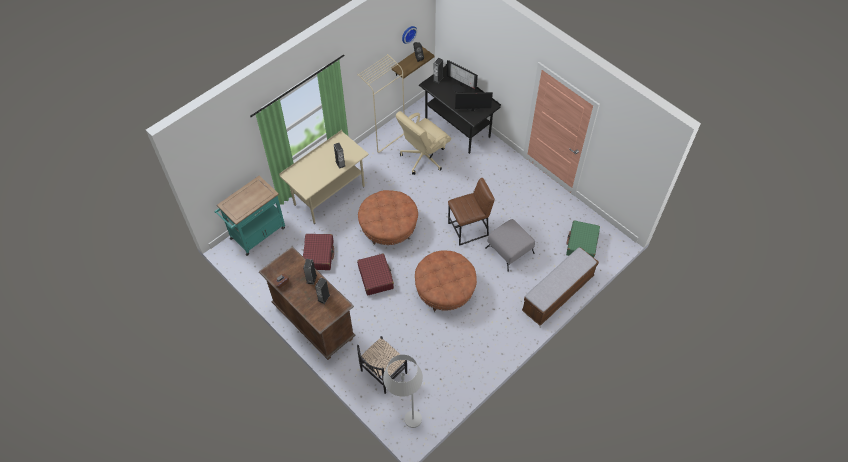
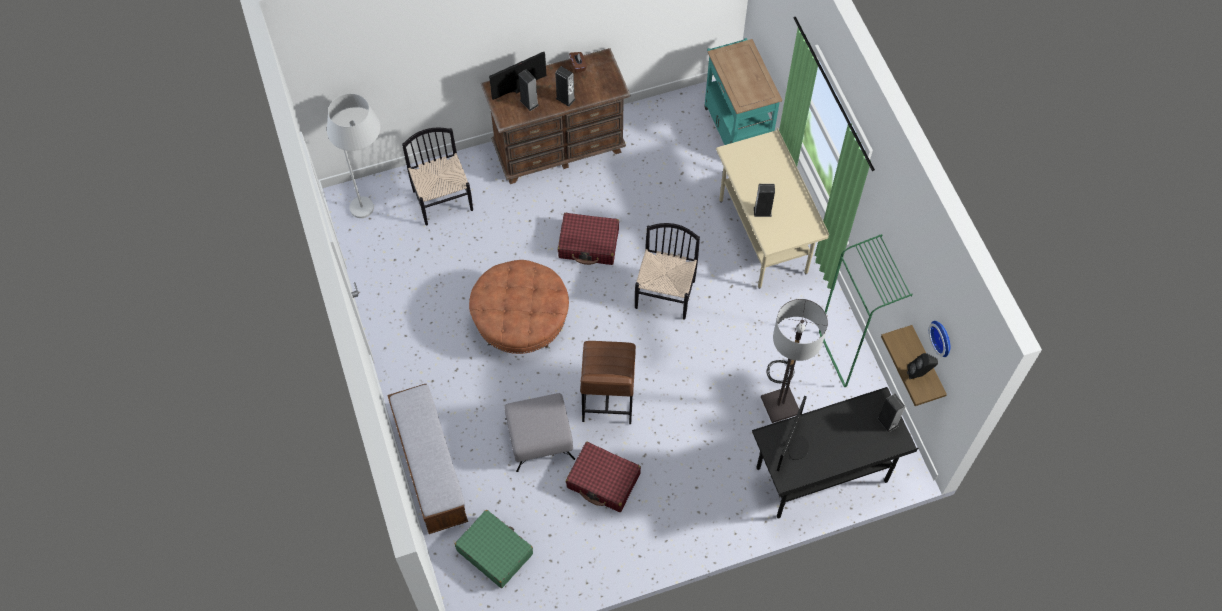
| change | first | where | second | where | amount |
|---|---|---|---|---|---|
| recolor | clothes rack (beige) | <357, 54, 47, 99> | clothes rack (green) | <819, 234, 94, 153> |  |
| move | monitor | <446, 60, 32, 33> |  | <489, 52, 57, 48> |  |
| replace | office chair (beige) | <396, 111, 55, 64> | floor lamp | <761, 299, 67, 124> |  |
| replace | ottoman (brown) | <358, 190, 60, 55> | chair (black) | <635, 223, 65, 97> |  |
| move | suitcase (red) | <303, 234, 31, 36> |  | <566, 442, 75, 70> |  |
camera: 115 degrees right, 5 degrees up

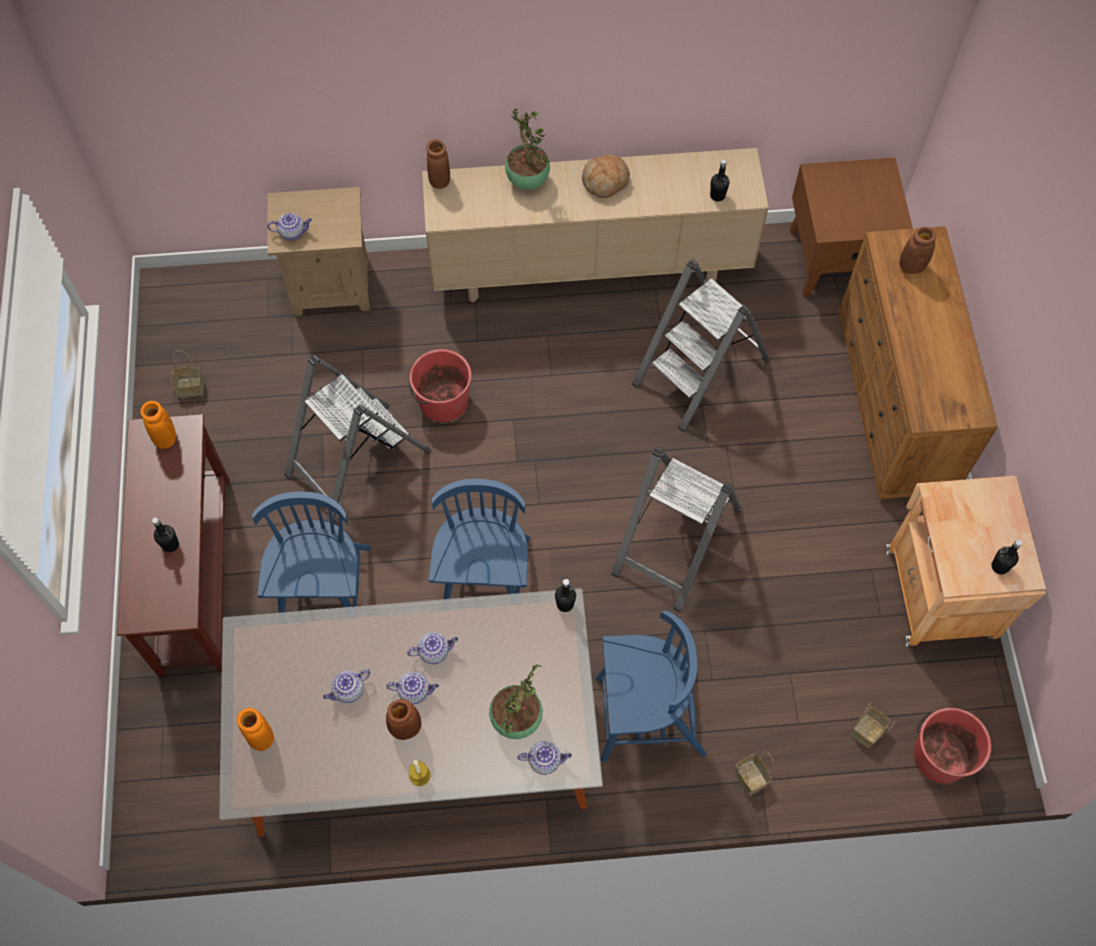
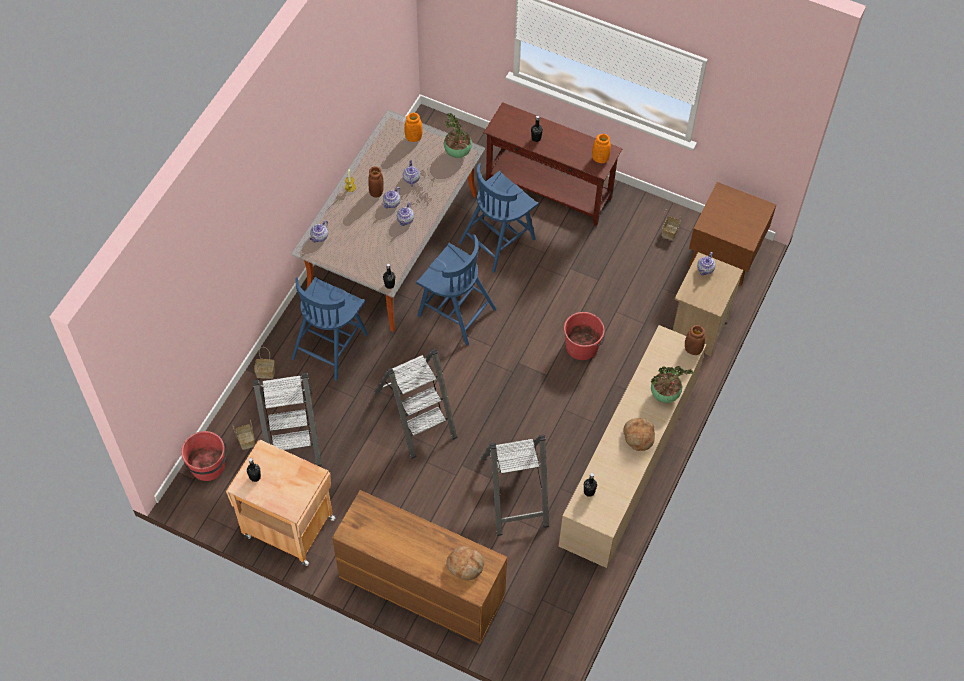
| change | first | where | second | where | amount |
|---|---|---|---|---|---|
| move | nightstand (brown) | <790, 158, 123, 139> |  | <689, 182, 87, 104> |  |
| replace | vase (brown) | <899, 227, 37, 47> | bread | <447, 546, 37, 35> |  |
| move | step ladder (grey) | <284, 355, 147, 168> |  | <253, 373, 69, 93> |  |
| rotate | chair (blue) | <252, 492, 120, 121> |  | <459, 163, 79, 110> | 105 degrees clockwise |
| move | potted plant | <489, 663, 54, 76> |  | <444, 113, 28, 45> |  |
camera: 120 degrees right, 5 degrees down

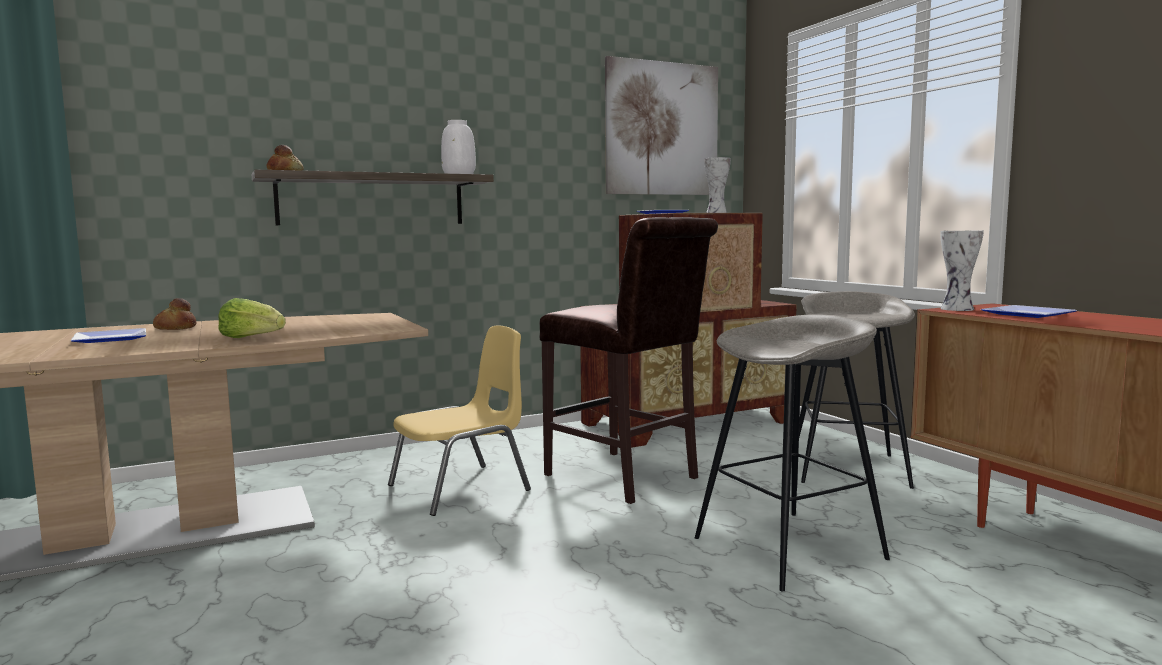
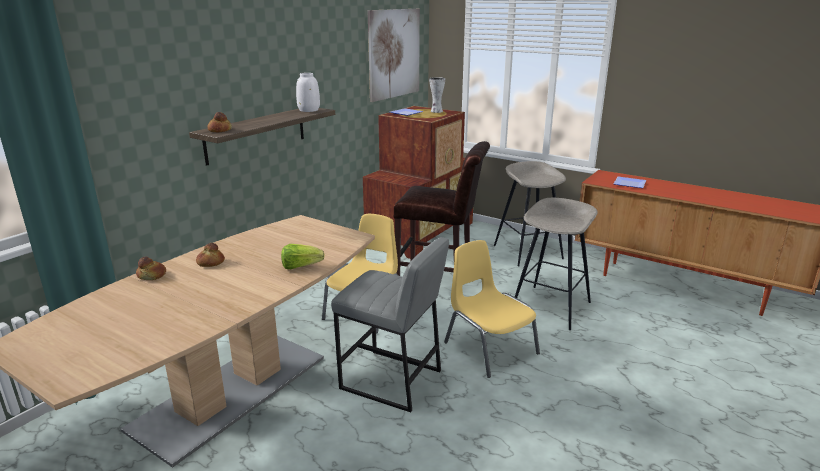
| change | first | where | second | where | amount |
|---|---|---|---|---|---|
| delete | vase | <940, 231, 44, 80> |  |  |  |
| delete | plate | <70, 328, 76, 15> |  |  |  |
| insert |  |  | chair (grey) | <331, 237, 118, 175> |  |
| insert |  |  | chair (yellow) | <444, 240, 96, 138> |  |
| insert |  |  | bread | <136, 257, 30, 23> |  |
camera: 30 degrees left, 15 degrees up

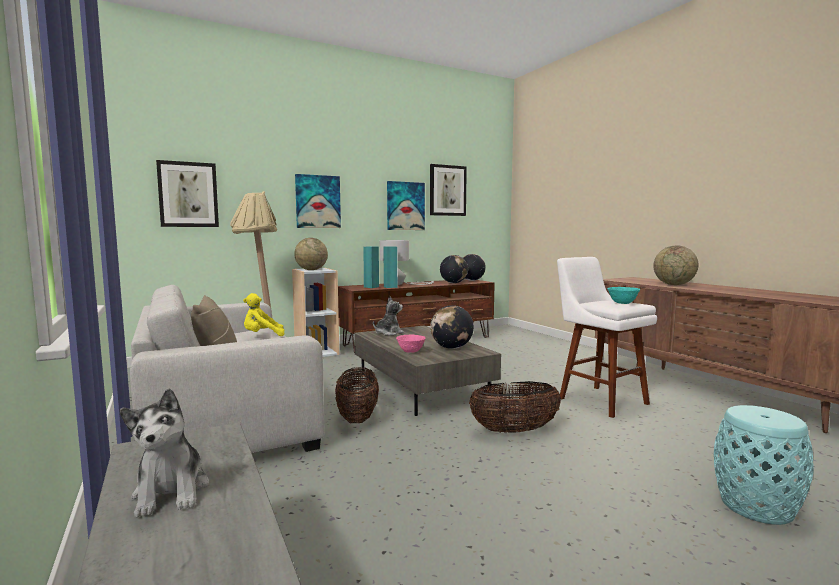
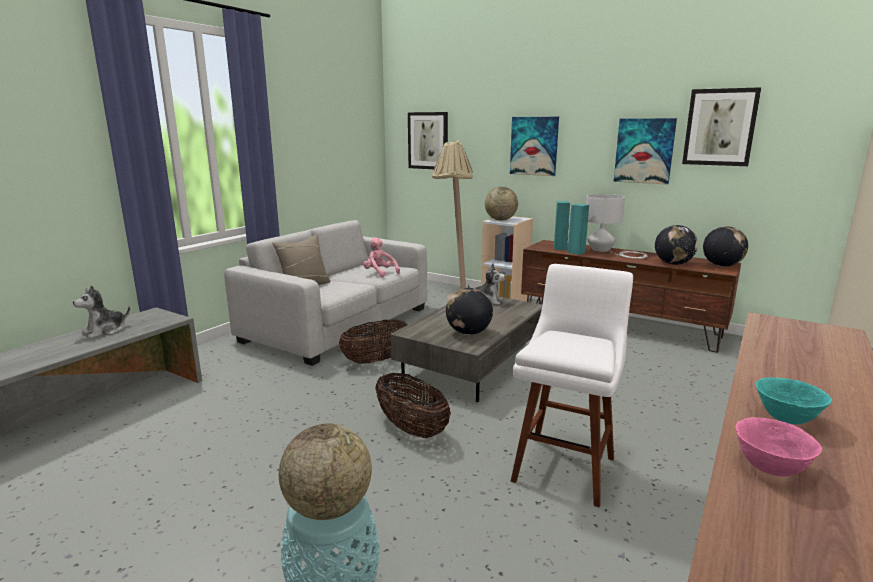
| change | first | where | second | where | amount |
|---|---|---|---|---|---|
| move | globe | <653, 245, 46, 40> |  | <279, 423, 93, 97> |  |
| move | bowl (turquoise) | <607, 287, 33, 17> |  | <756, 378, 76, 46> |  |
| recolor | plush toy (yellow) | <243, 293, 41, 43> | plush toy (pink) | <363, 237, 37, 40> |  |
| move | bowl (pink) | <396, 334, 30, 19> |  | <735, 417, 87, 60> |  |
camera: 60 degrees right, 10 degrees up

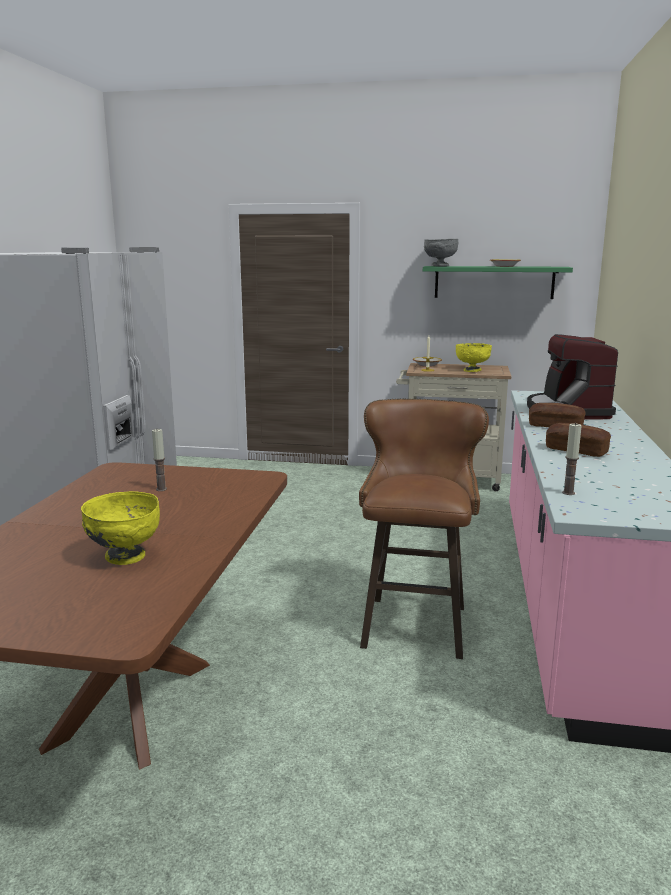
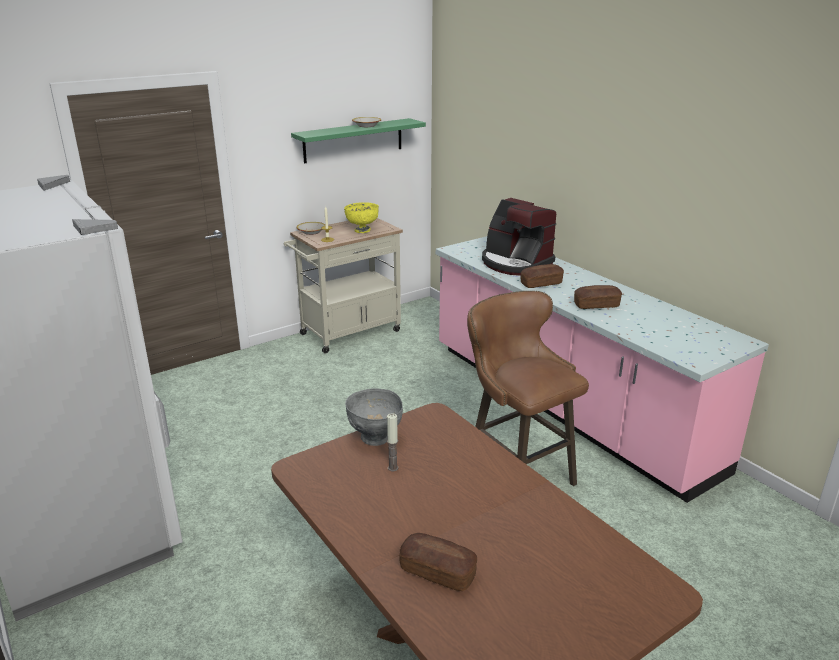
| change | first | where | second | where | amount |
|---|---|---|---|---|---|
| move | bowl (grey) | <424, 239, 34, 28> |  | <345, 389, 58, 57> |  |
| delete | candle | <562, 423, 20, 72> |  |  |  |
| delete | bowl (yellow) | <81, 491, 79, 74> |  |  |  |
| insert |  |  | bread | <400, 533, 77, 58> |  |
camera: 45 degrees left, 10 degrees up

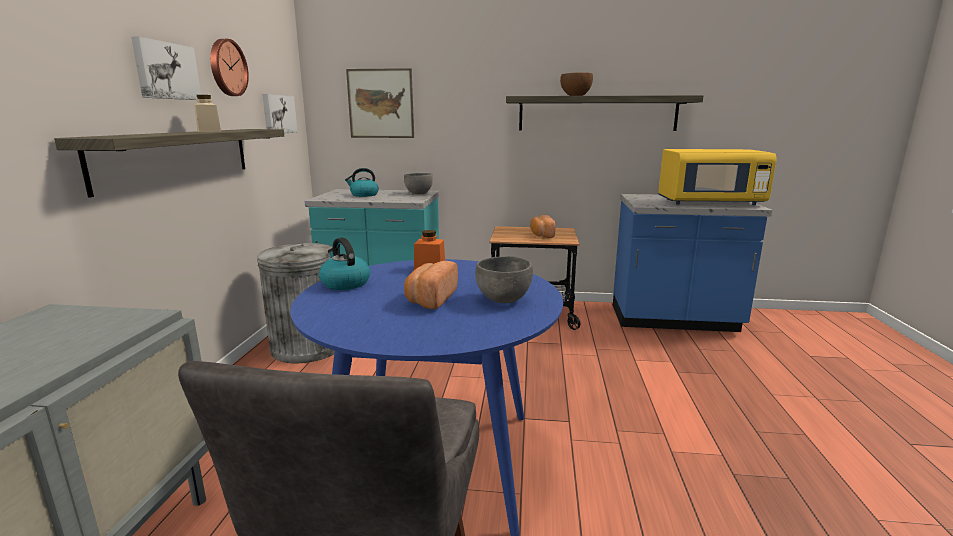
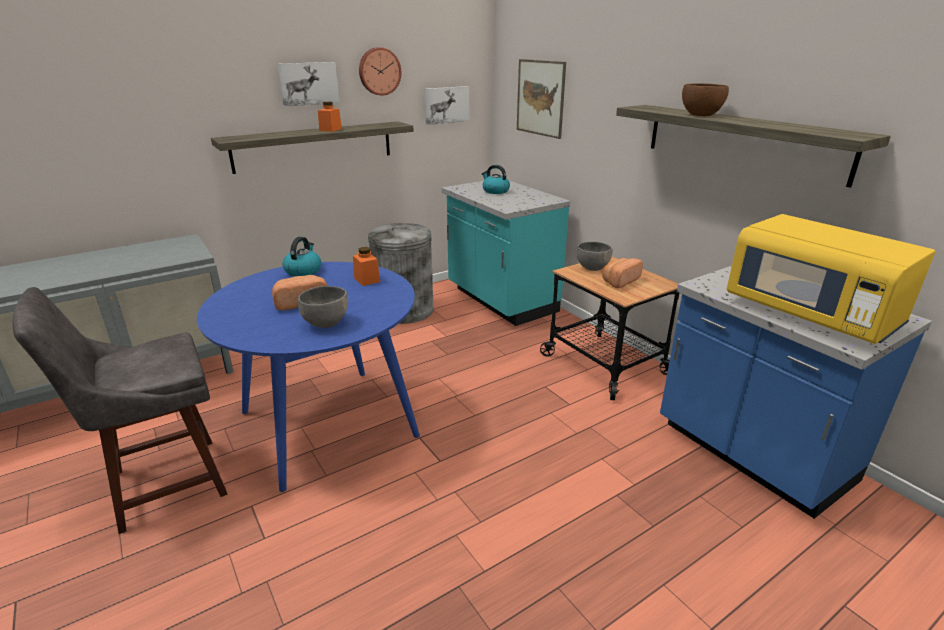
| change | first | where | second | where | amount |
|---|---|---|---|---|---|
| recolor | jar (beige) | <194, 95, 27, 37> | jar (orange) | <318, 102, 24, 30> |  |
| move | bowl (grey) | <404, 173, 29, 21> |  | <576, 242, 37, 29> |  |
camera: 50 degrees right, 10 degrees up

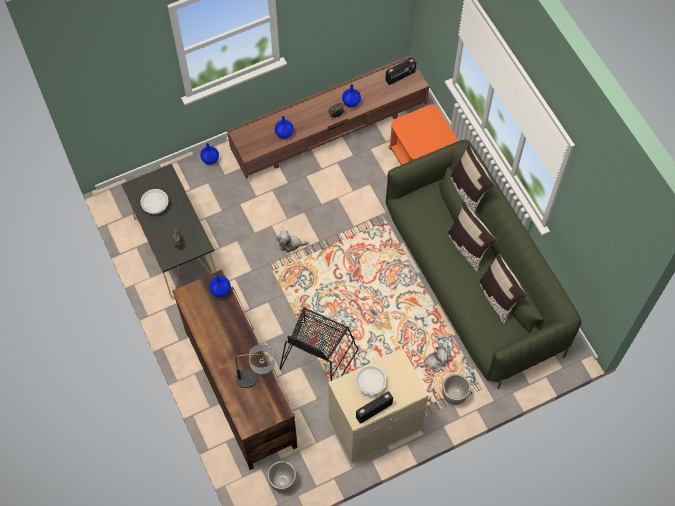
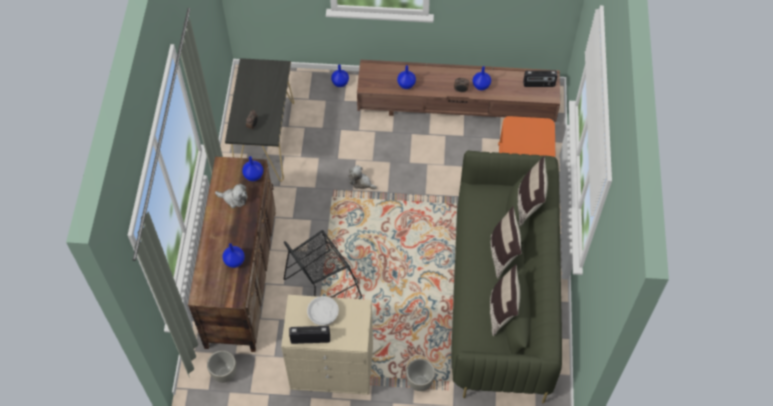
| change | first | where | second | where | amount |
|---|---|---|---|---|---|
| delete | bowl (white) | <140, 189, 29, 25> |  |  |  |
| replace | table lamp | <235, 344, 40, 44> | vase (blue) | <222, 243, 23, 25> |  |
| move | plush toy | <417, 347, 33, 24> |  | <215, 183, 33, 25> |  |
camera: 30 degrees right, 5 degrees down

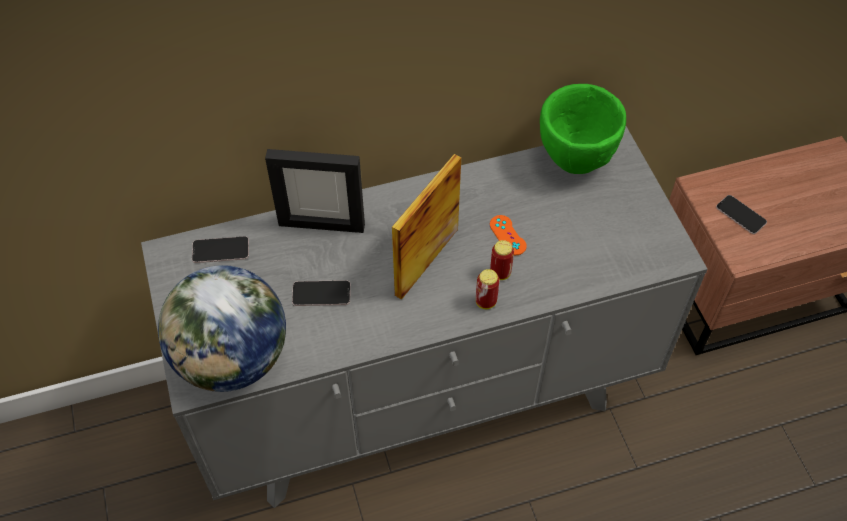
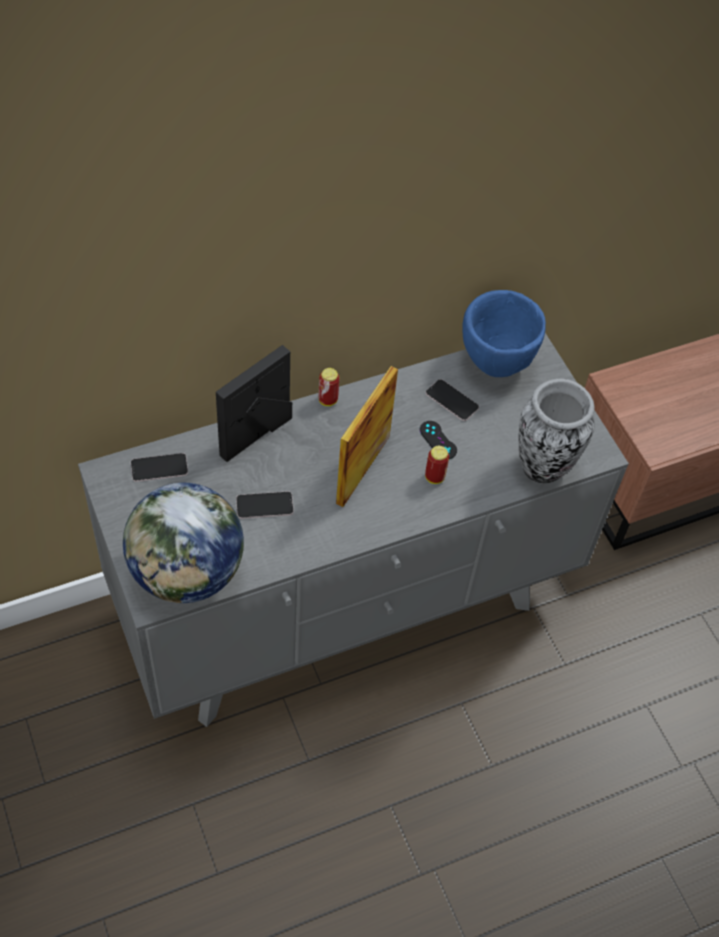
| change | first | where | second | where | amount |
|---|---|---|---|---|---|
| recolor | bowl (green) | <540, 84, 86, 90> | bowl (blue) | <462, 290, 84, 87> |  |
| rotate | picture frame | <265, 149, 100, 84> |  | <216, 345, 76, 117> | 135 degrees clockwise |
| move | phone | <716, 195, 51, 39> |  | <426, 379, 53, 42> |  |
| recolor | game controller (orange) | <490, 215, 37, 40> | game controller (black) | <420, 421, 37, 38> |  |
| move | can | <476, 269, 23, 40> |  | <318, 368, 21, 38> |  |
| insert |  |  | vase | <518, 379, 77, 105> |  |
camera: 10 degrees left, 0 degrees up

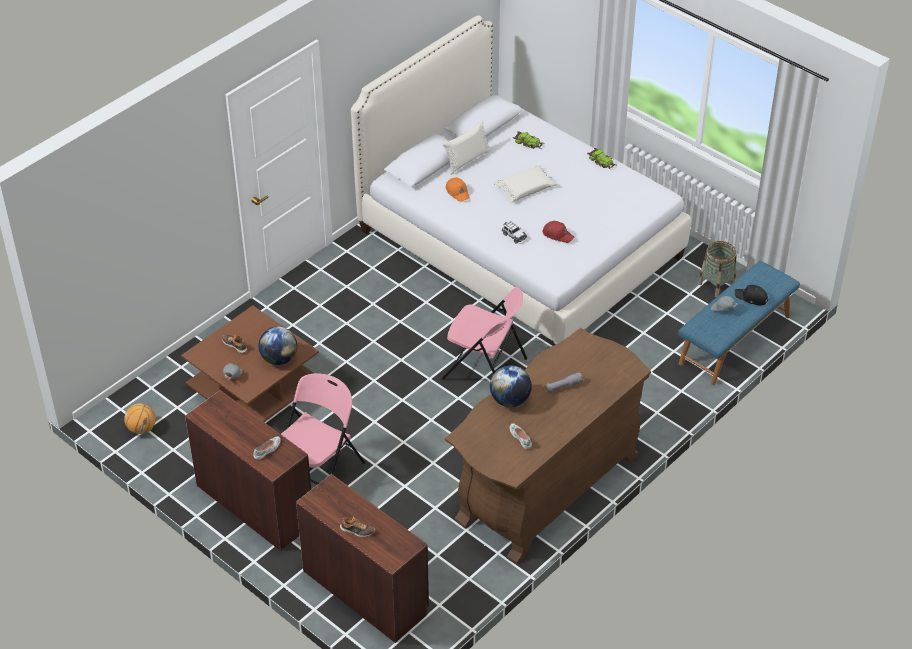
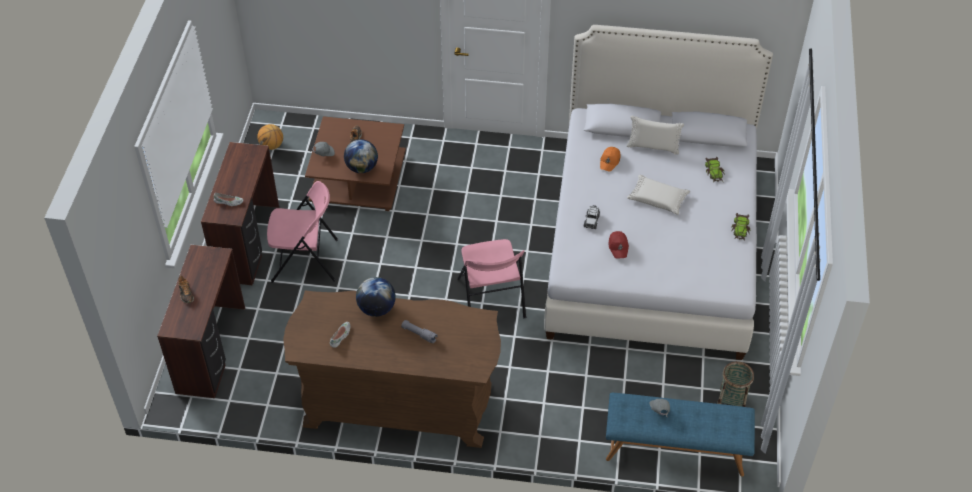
| change | first | where | second | where | amount |
|---|---|---|---|---|---|
| delete | cap (black) | <735, 285, 33, 21> |  |  |  |
camera: 55 degrees right, 5 degrees up

